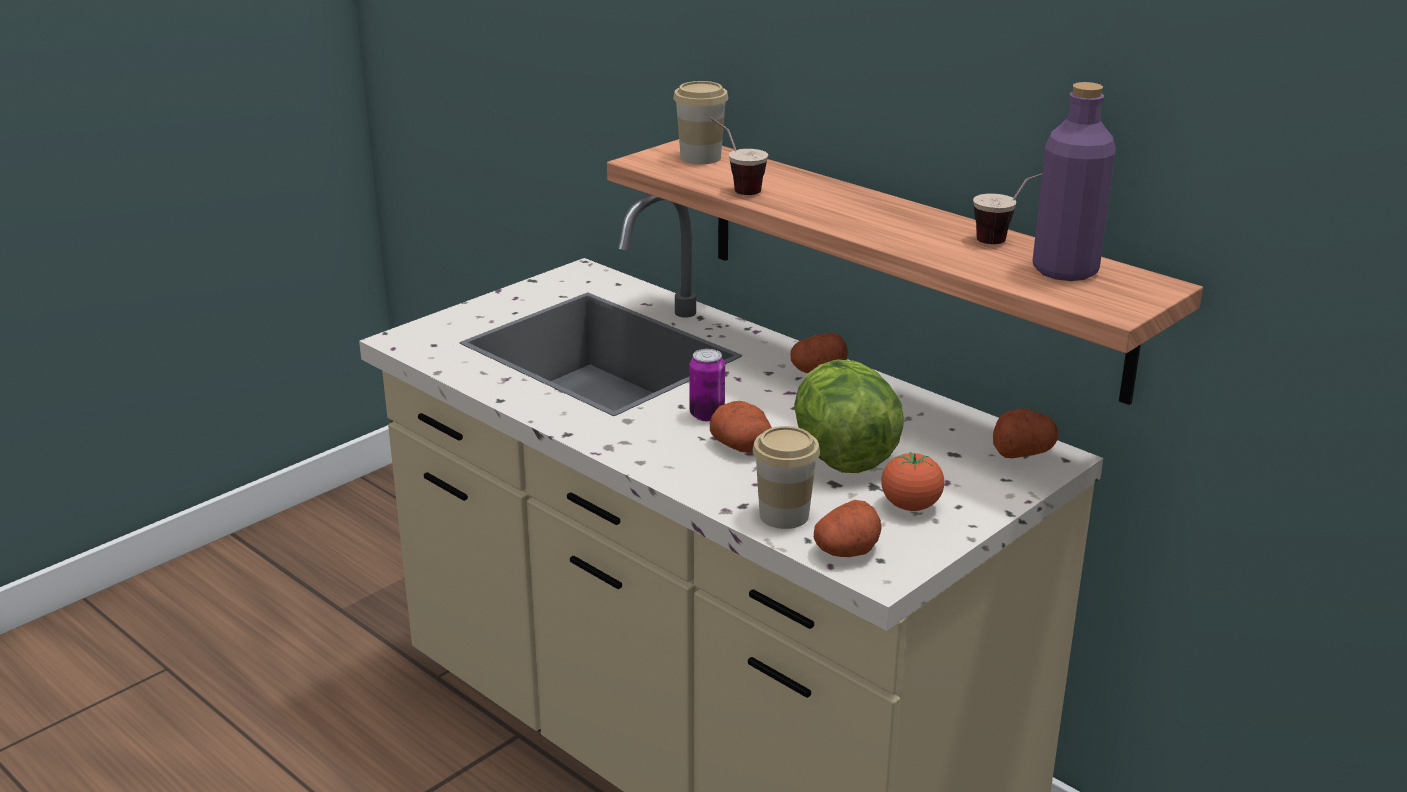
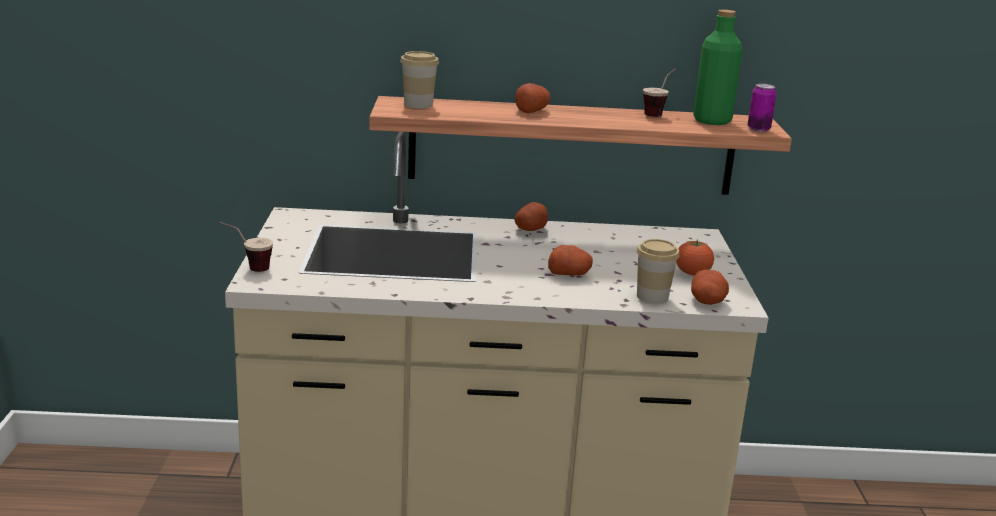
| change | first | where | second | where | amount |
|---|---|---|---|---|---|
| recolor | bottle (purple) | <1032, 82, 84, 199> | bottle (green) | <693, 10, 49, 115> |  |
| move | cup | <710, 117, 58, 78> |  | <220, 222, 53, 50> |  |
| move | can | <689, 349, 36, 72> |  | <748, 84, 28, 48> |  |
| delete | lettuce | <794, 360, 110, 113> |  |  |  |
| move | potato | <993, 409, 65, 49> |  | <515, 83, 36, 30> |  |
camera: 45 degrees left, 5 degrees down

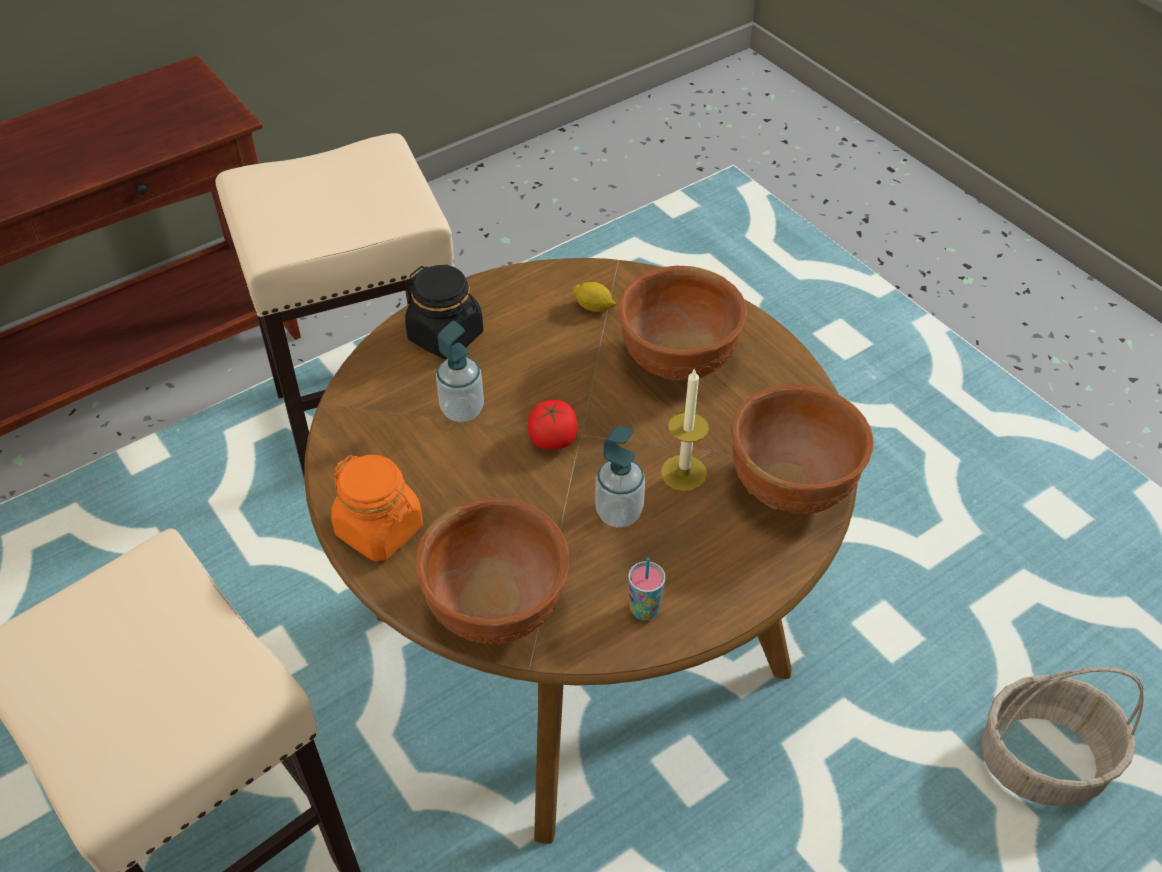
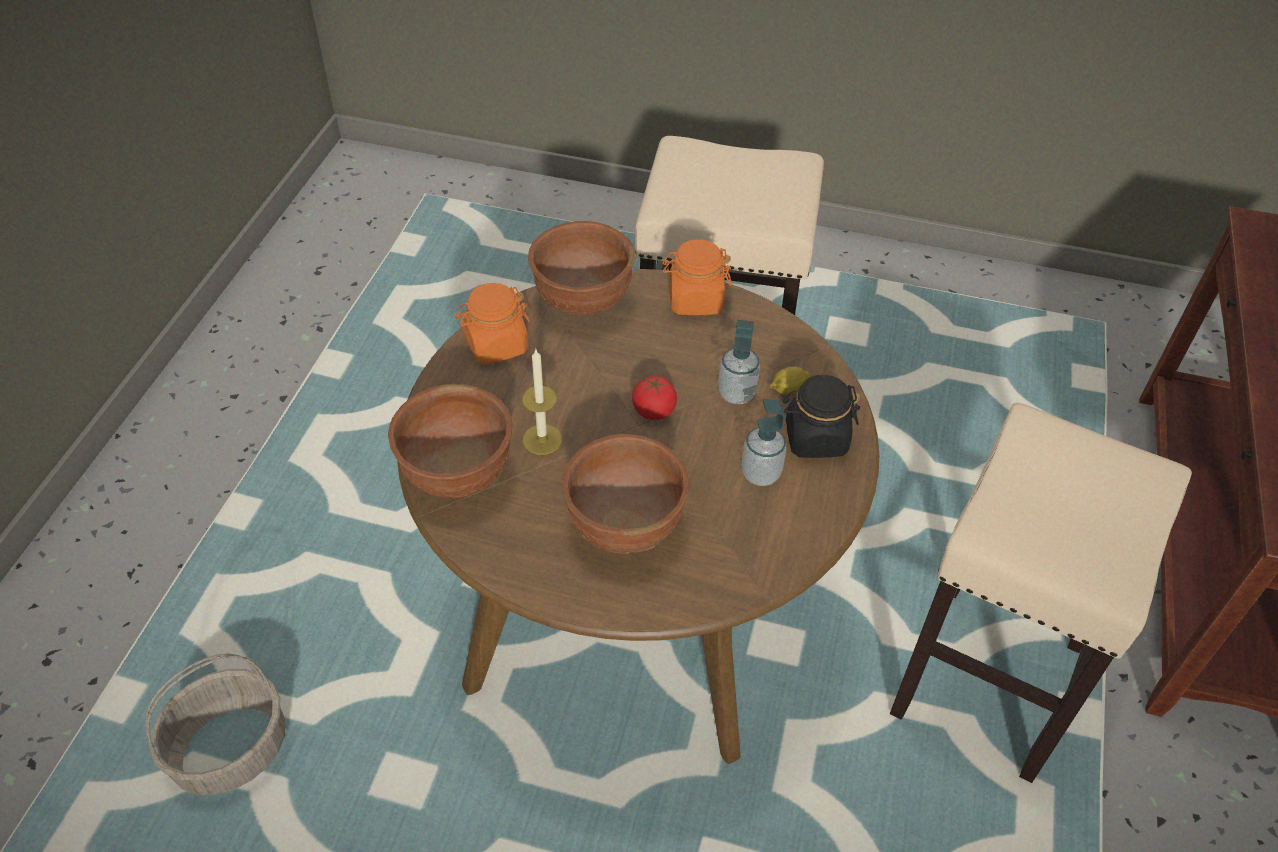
| change | first | where | second | where | amount |
|---|---|---|---|---|---|
| move | lemon | <572, 282, 44, 30> |  | <770, 367, 42, 27> |  |
| move | soap dispenser | <595, 426, 50, 101> |  | <742, 399, 44, 87> |  |
| replace | cup | <628, 558, 38, 62> | jar (orange) | <455, 283, 75, 82> |  |
camera: 140 degrees right, 0 degrees up

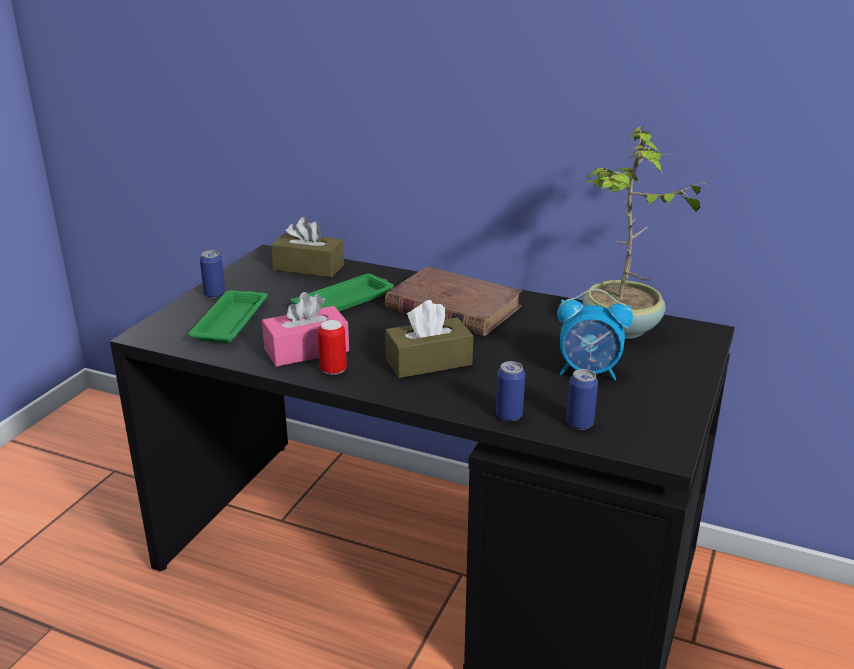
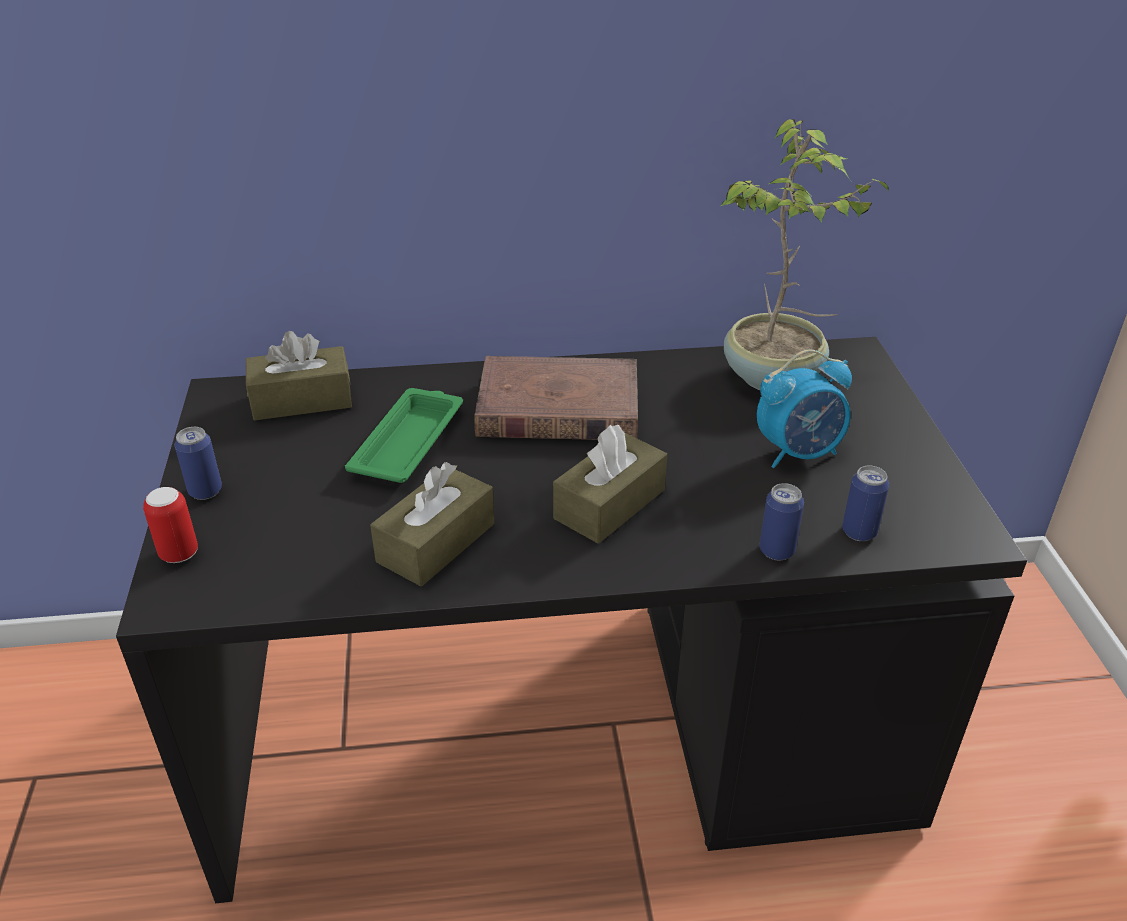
| change | first | where | second | where | amount |
|---|---|---|---|---|---|
| delete | tray (green) | <188, 290, 80, 53> |  |  |  |
| recolor | tissue box (pink) | <262, 292, 87, 75> | tissue box (brown) | <370, 462, 124, 125> |  |
| move | can | <318, 320, 29, 55> |  | <143, 487, 55, 76> |  |
camera: 30 degrees left, 10 degrees up

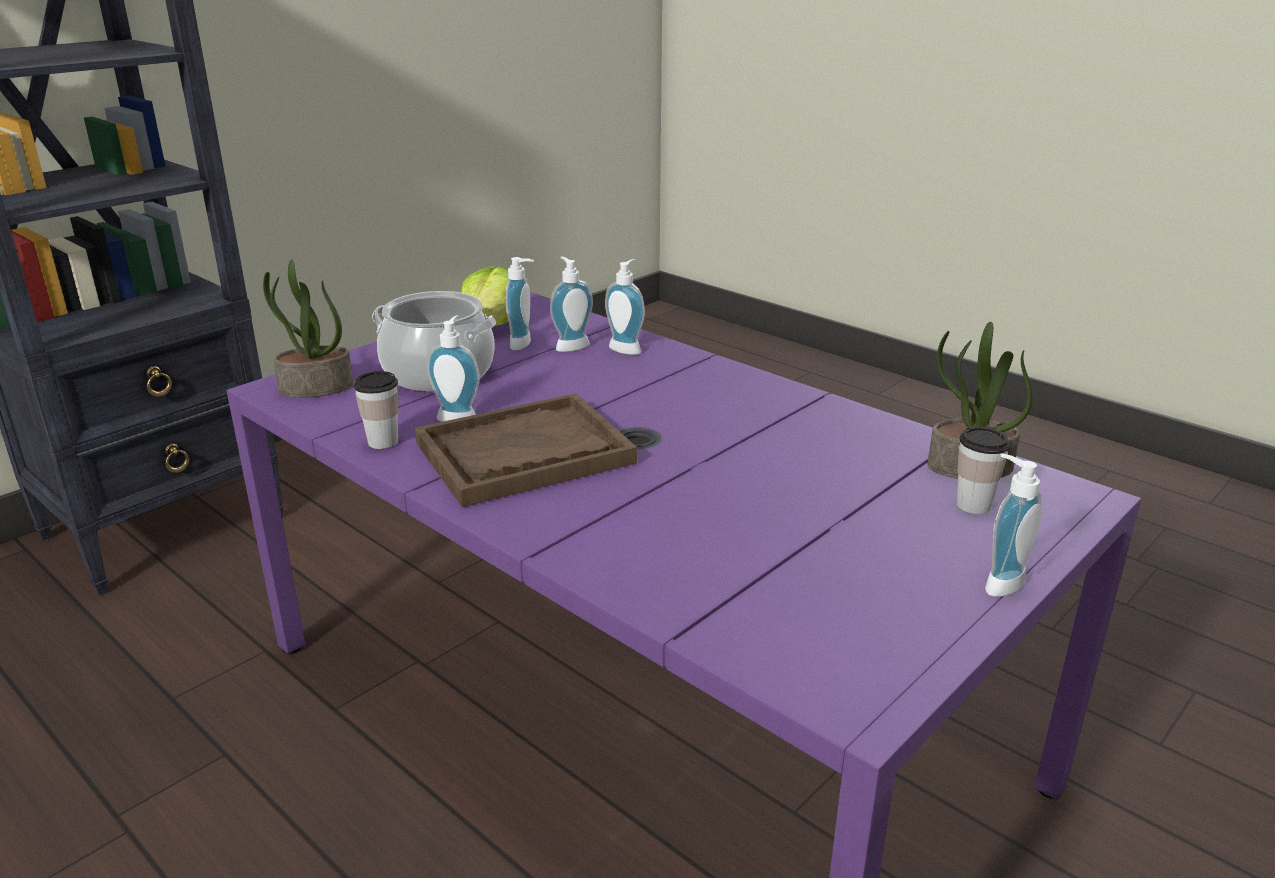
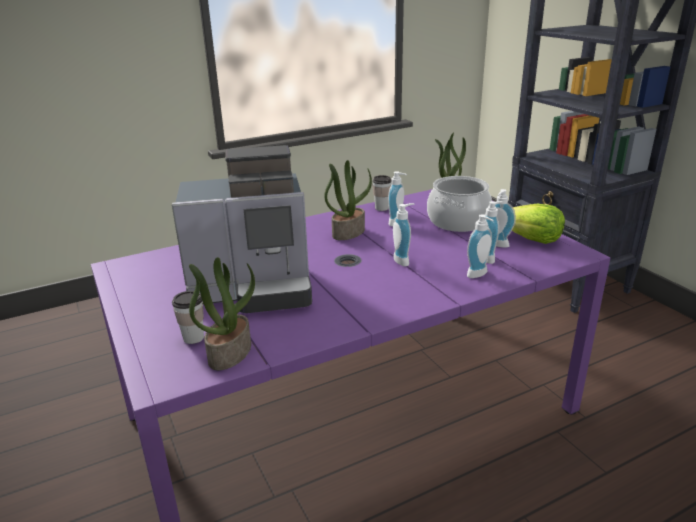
| change | first | where | second | where | amount |
|---|---|---|---|---|---|
| replace | tray (brown) | <415, 393, 222, 114> | potted plant | <324, 160, 48, 80> |  |
| move | soap dispenser | <985, 454, 57, 143> |  | <393, 203, 21, 63> |  |
| insert |  |  | coffee machine | <172, 145, 140, 168> |  |
camera: 110 degrees right, 0 degrees up

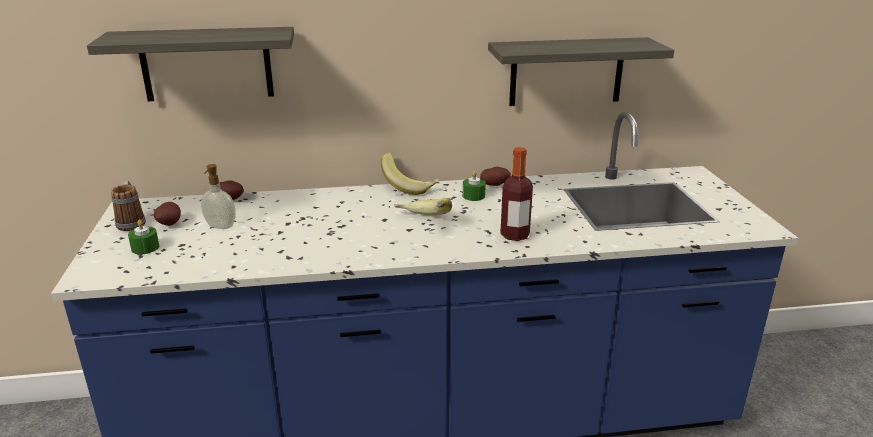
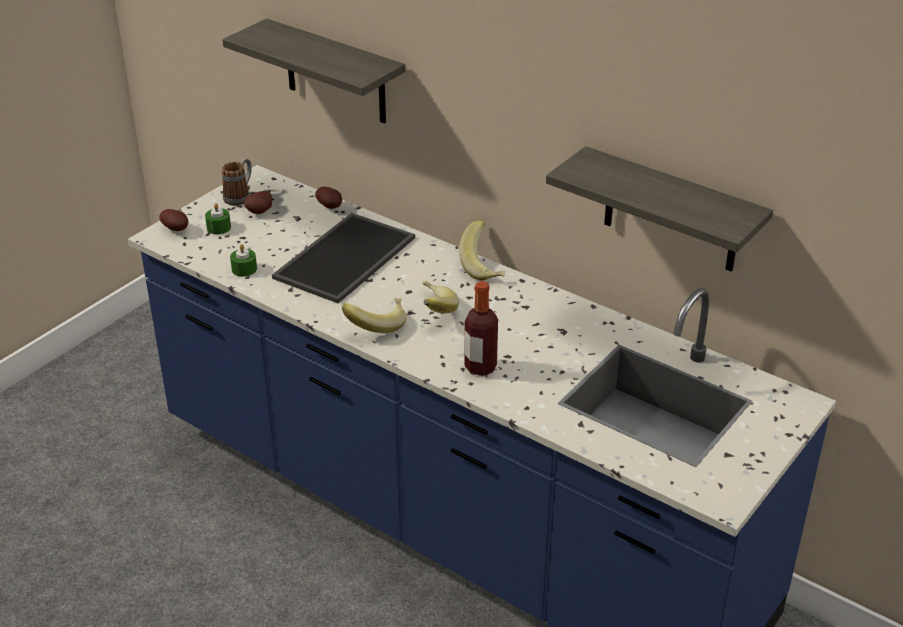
| change | first | where | second | where | amount |
|---|---|---|---|---|---|
| delete | soap dispenser | <201, 164, 35, 65> |  |  |  |
| move | potato | <480, 167, 31, 19> |  | <159, 209, 29, 22> |  |
| move | candle (green) | <463, 171, 23, 30> |  | <230, 244, 27, 33> |  |
| insert |  |  | tray | <272, 213, 143, 90> |  |
| insert |  |  | banana | <342, 298, 65, 35> |  |
camera: 45 degrees right, 10 degrees up

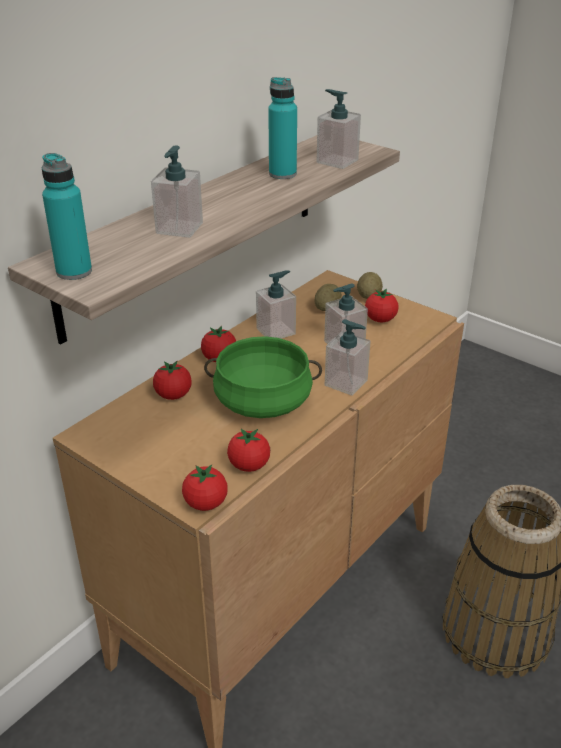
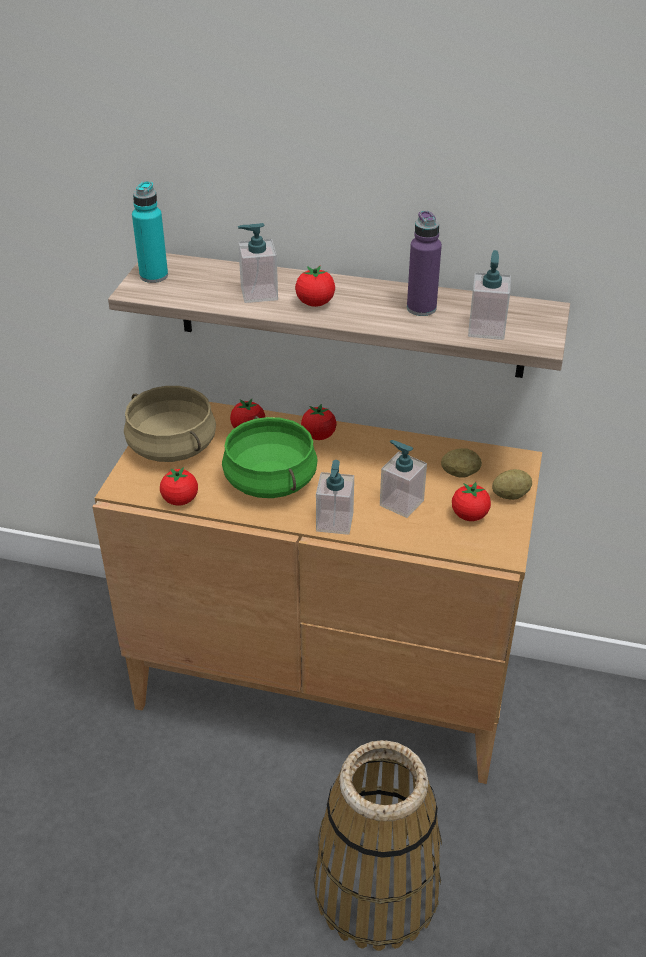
| change | first | where | second | where | amount |
|---|---|---|---|---|---|
| recolor | bottle (turquoise) | <268, 77, 29, 102> | bottle (purple) | <407, 211, 35, 105> |  |
| delete | soap dispenser | <256, 270, 40, 69> |  |  |  |
| move | tomato | <182, 465, 46, 46> |  | <295, 265, 40, 42> |  |
| insert |  |  | cooking pot (beige) | <124, 386, 92, 76> |  |
camera: 65 degrees right, 5 degrees up

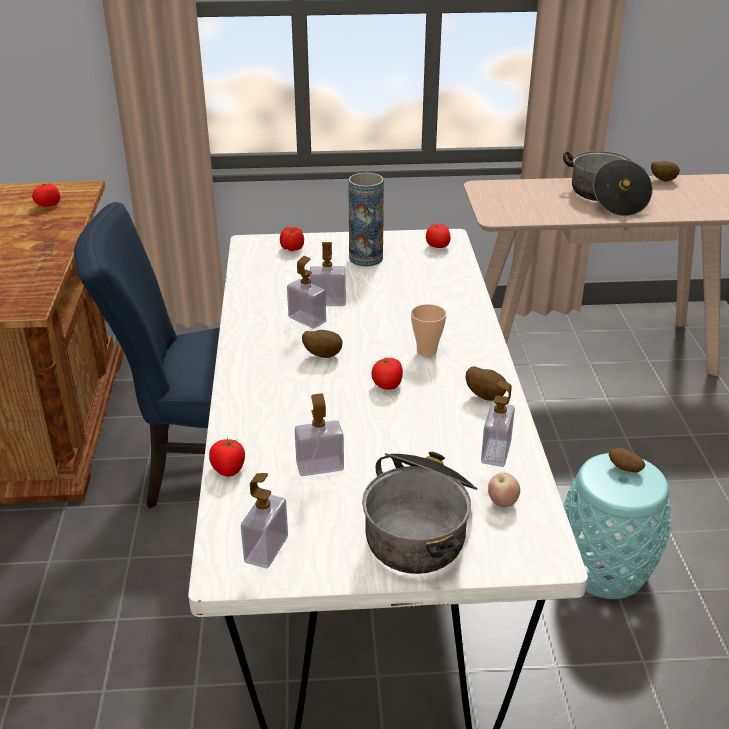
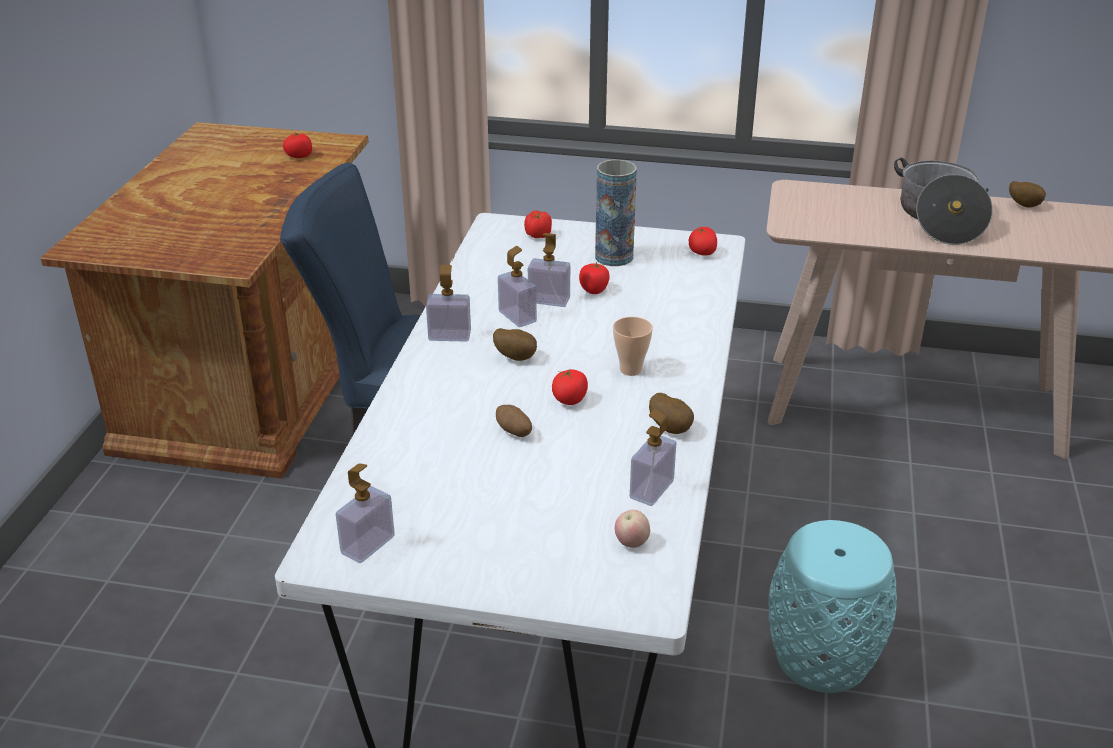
| change | first | where | second | where | amount |
|---|---|---|---|---|---|
| move | soap dispenser | <295, 393, 49, 83> |  | <426, 265, 45, 76> |  |
| move | tomato | <209, 438, 36, 39> |  | <579, 262, 31, 32> |  |
| move | potato | <609, 448, 36, 25> |  | <496, 405, 36, 32> |  |
| delete | cooking pot | <362, 452, 116, 122> |  |  |  |
camera: 15 degrees right, 0 degrees up

